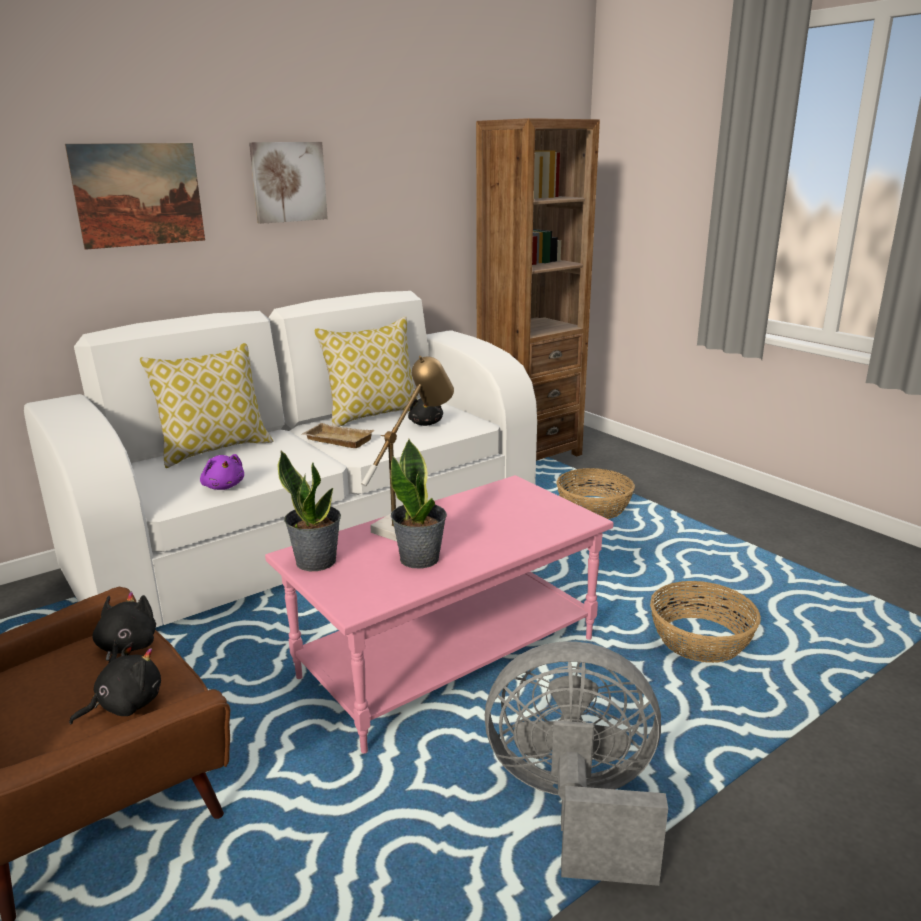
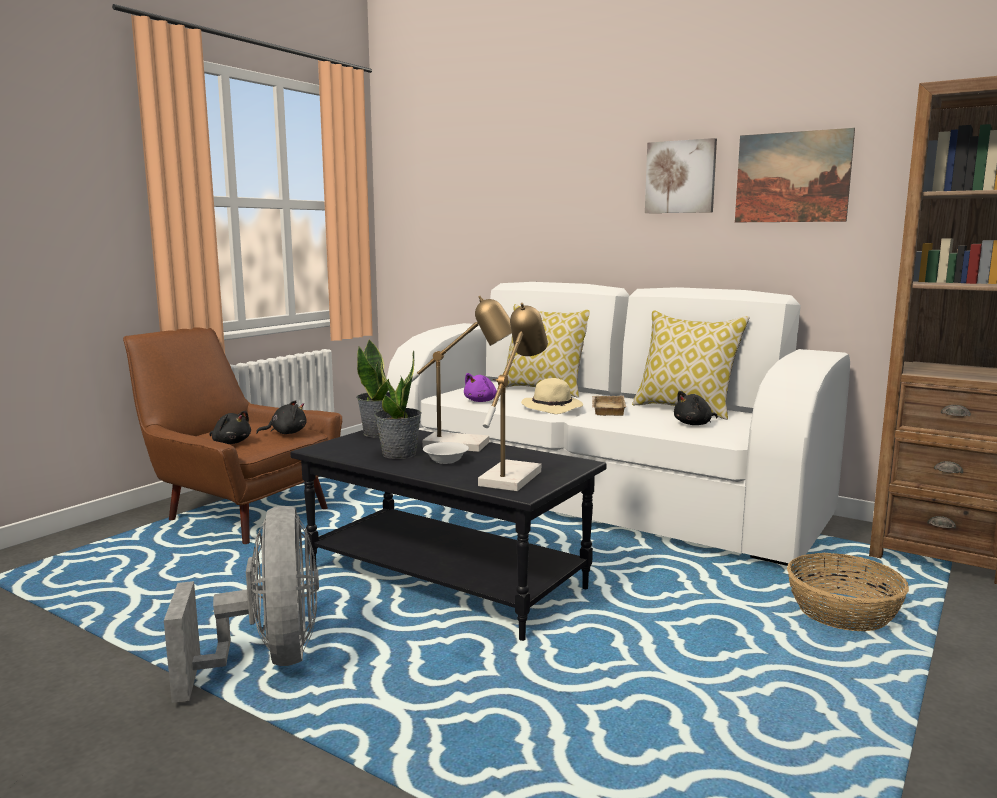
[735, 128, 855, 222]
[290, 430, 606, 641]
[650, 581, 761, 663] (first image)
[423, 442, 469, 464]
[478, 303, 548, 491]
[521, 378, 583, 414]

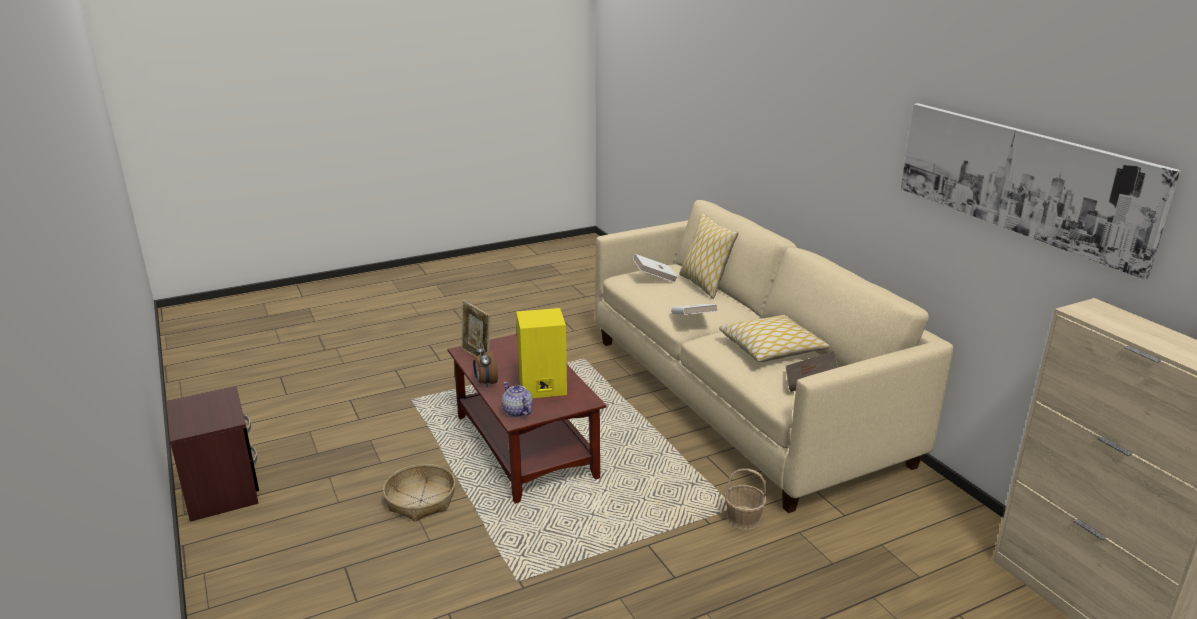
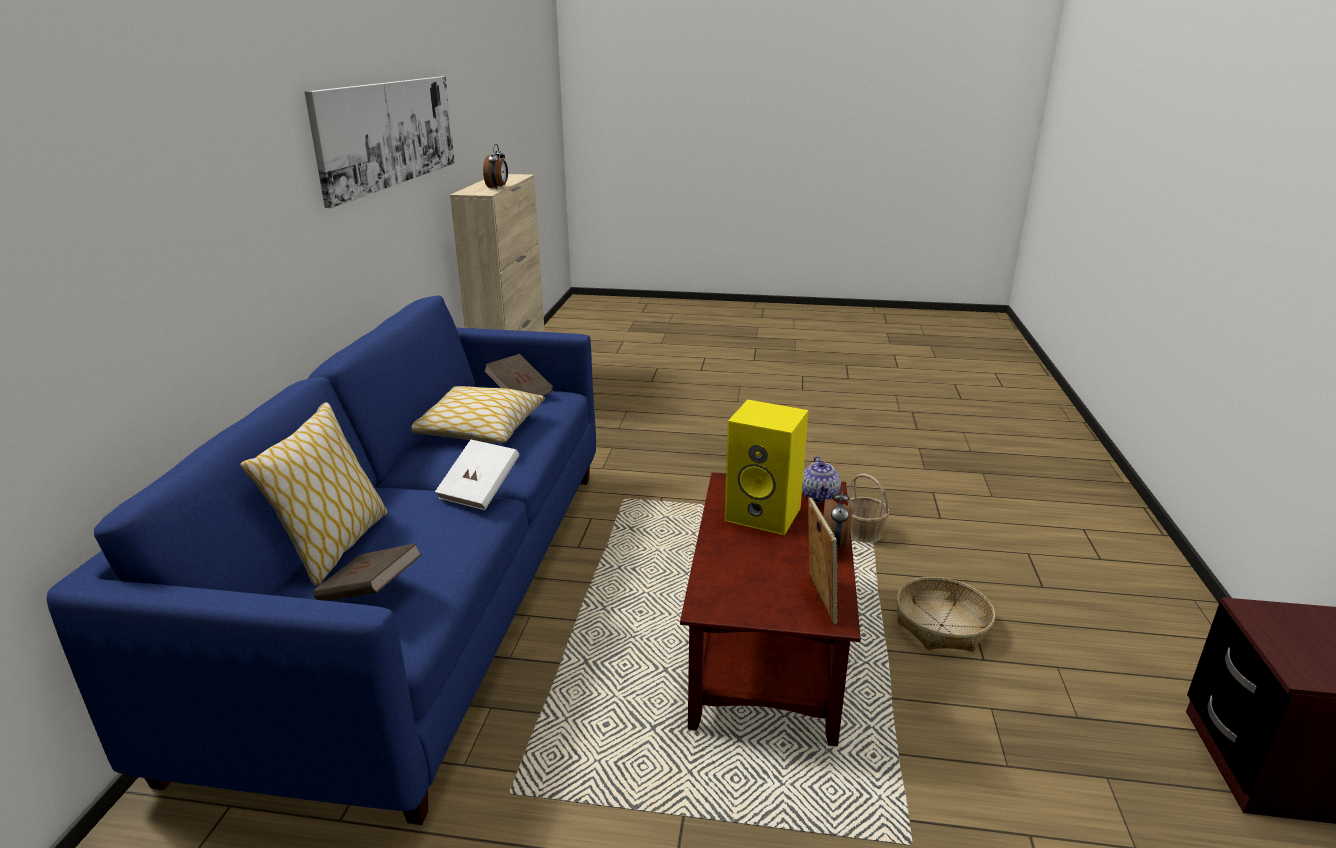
[46, 295, 596, 825]
[313, 543, 422, 601]
[848, 474, 889, 543]
[483, 144, 508, 189]

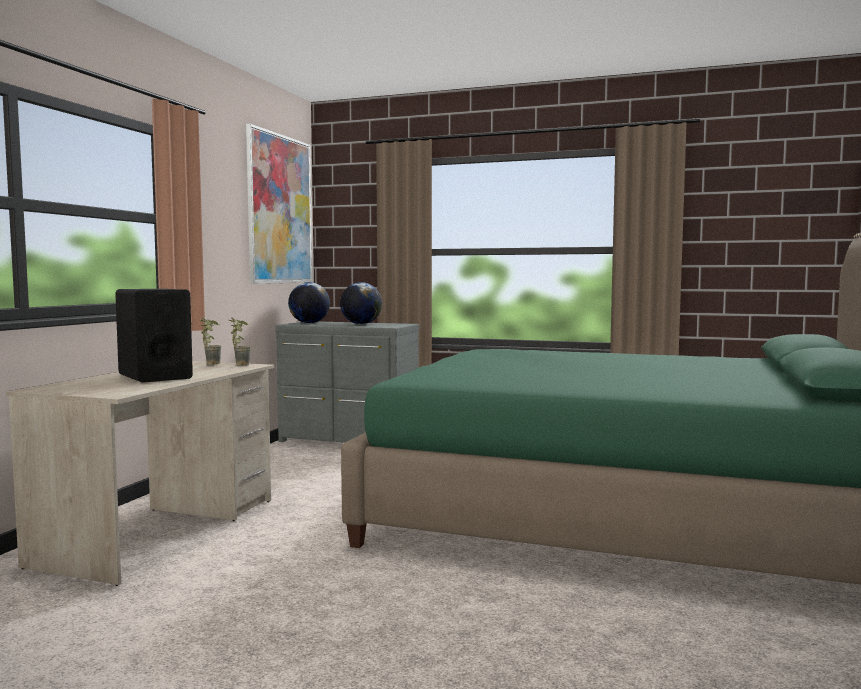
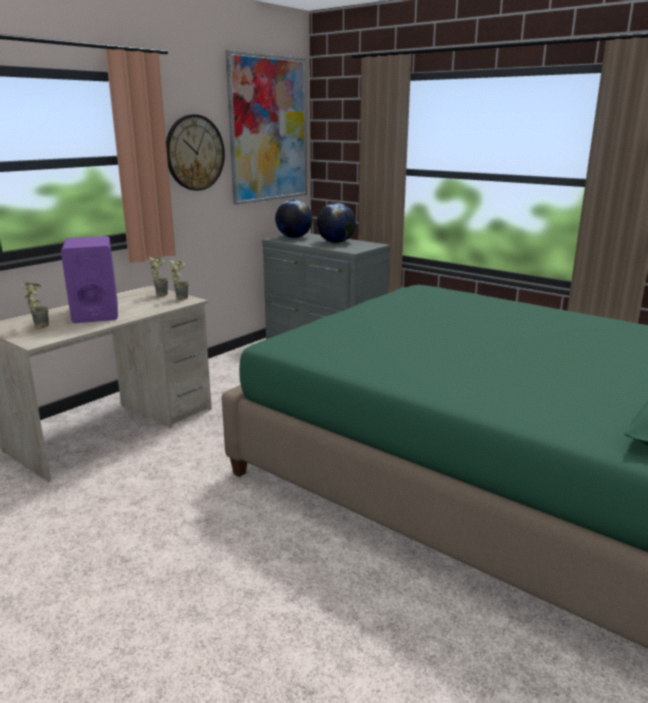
[61, 236, 118, 323]
[20, 282, 49, 328]
[166, 114, 225, 191]

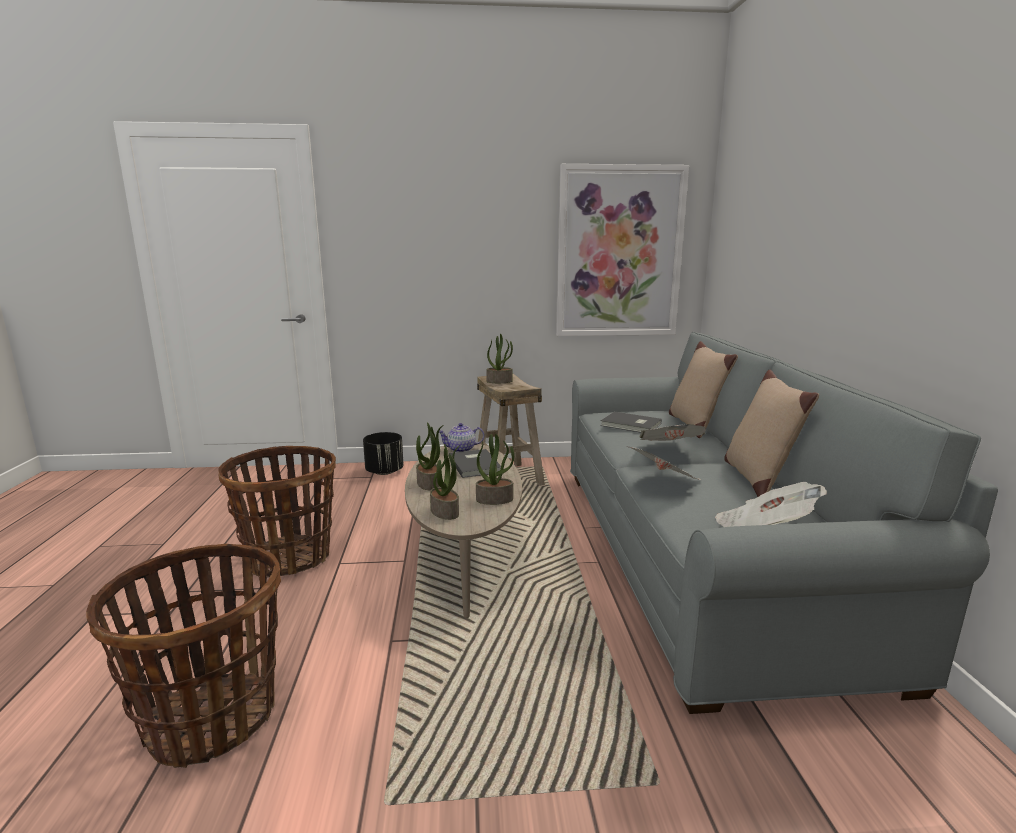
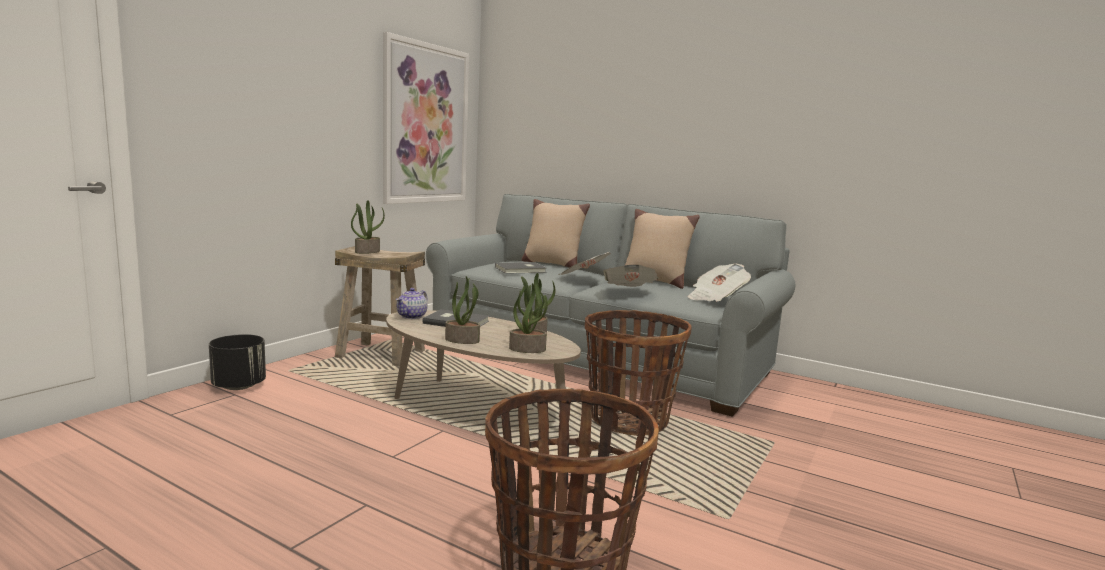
[585, 310, 692, 436]

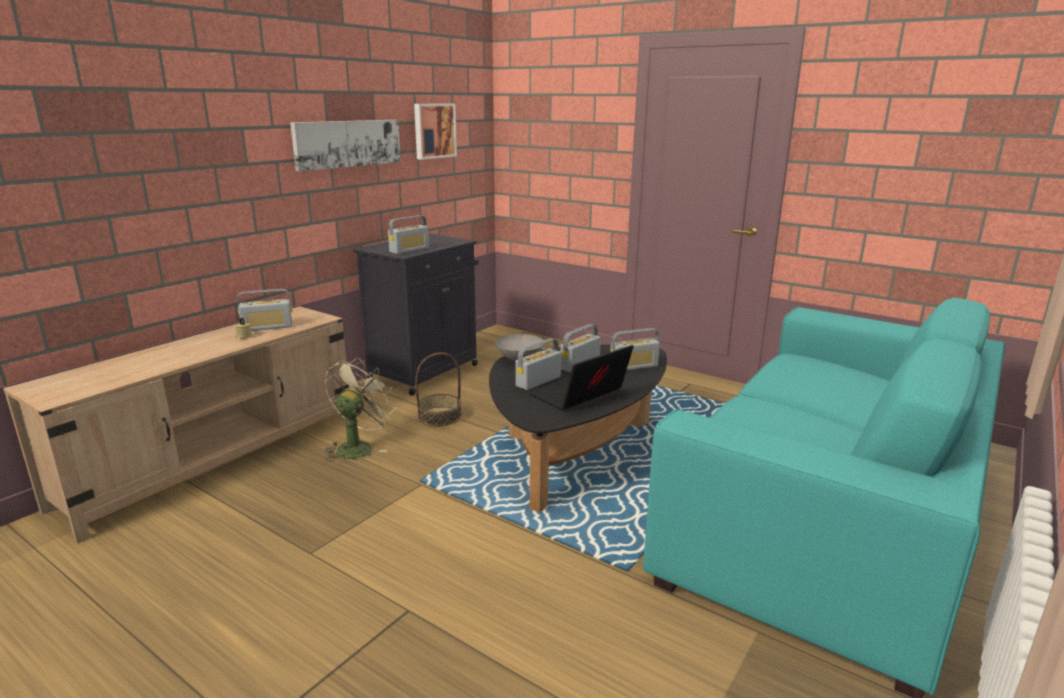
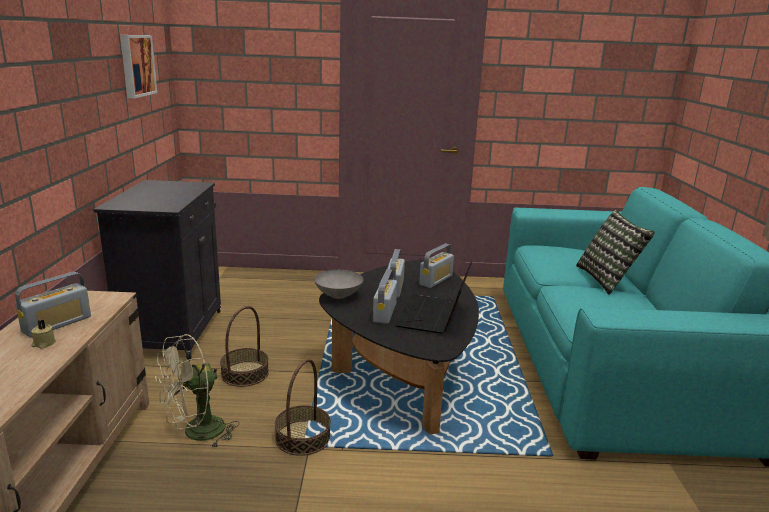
[290, 120, 401, 172] (first image)
[155, 334, 239, 449]
[388, 215, 429, 254] (first image)
[275, 359, 331, 456]
[576, 210, 655, 295]

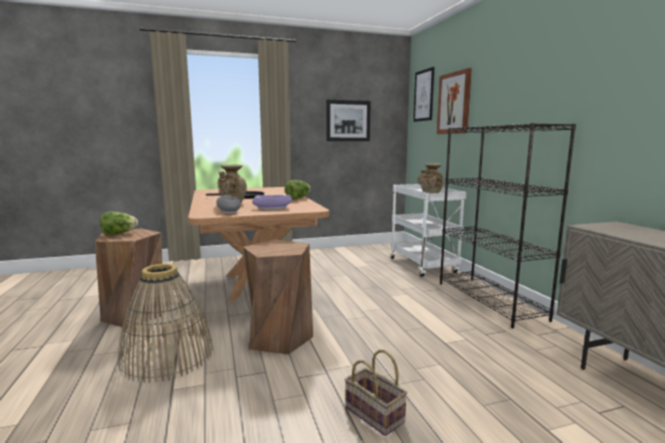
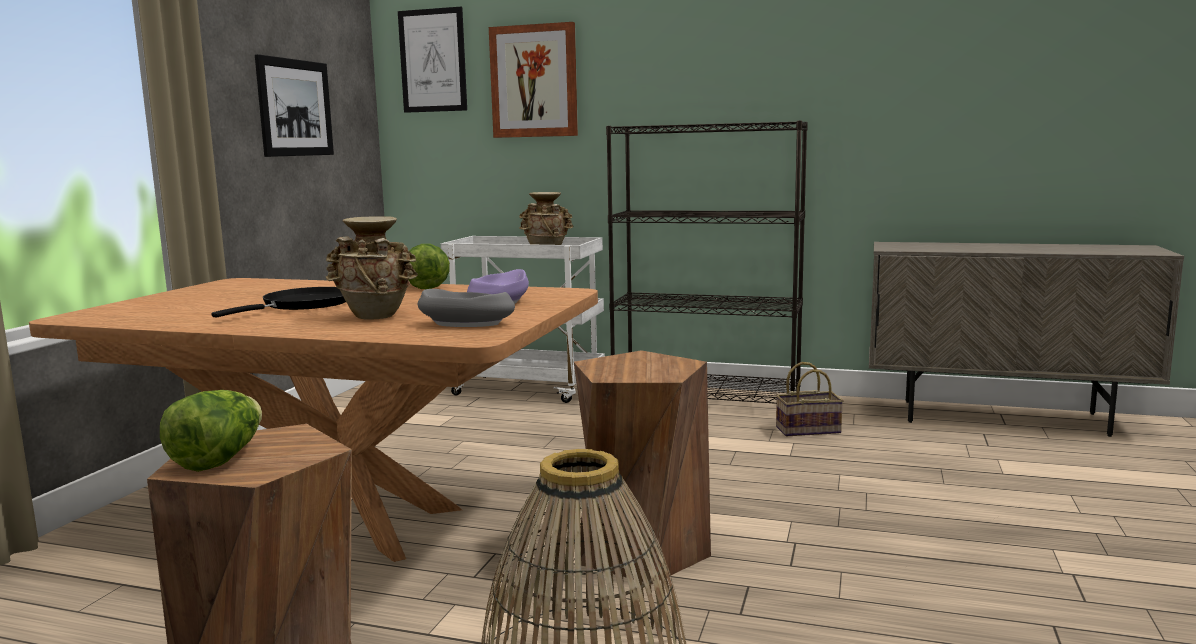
[776, 362, 844, 436]

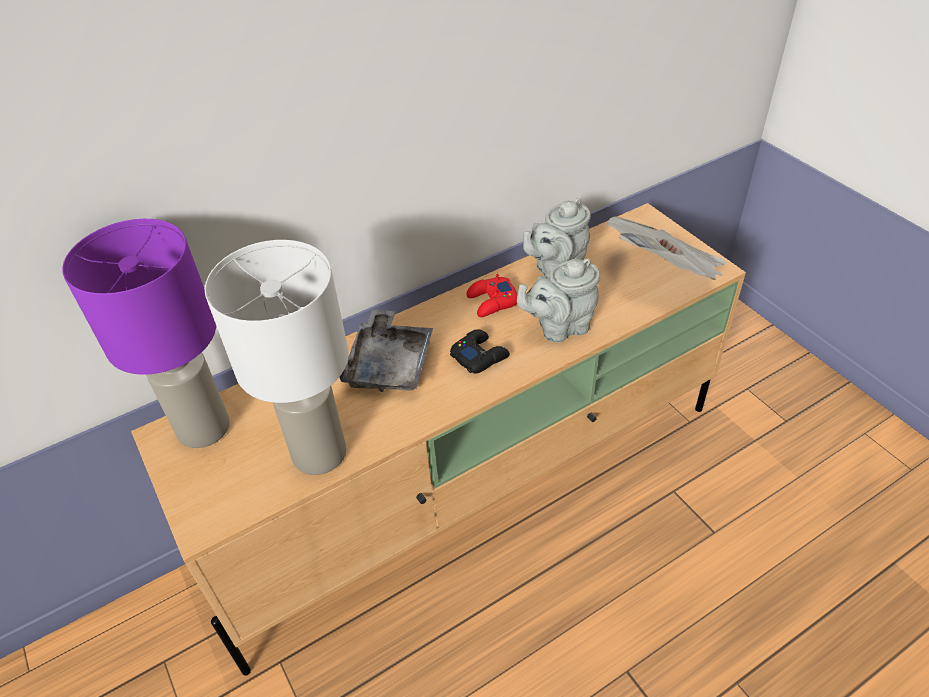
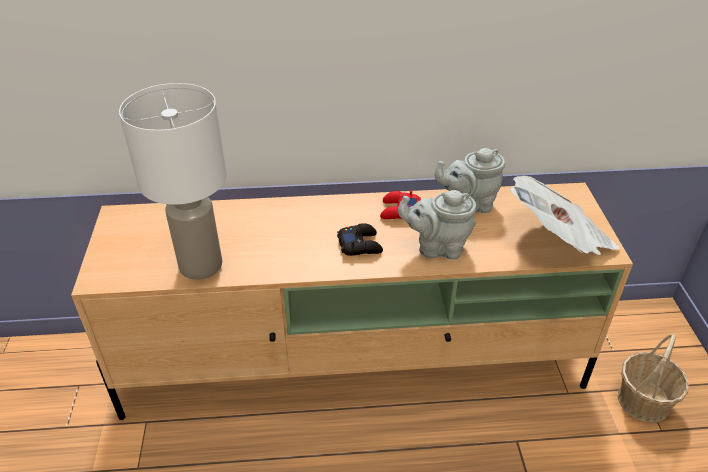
[62, 219, 230, 448] (first image)
[340, 309, 433, 392] (first image)
[618, 334, 689, 423]

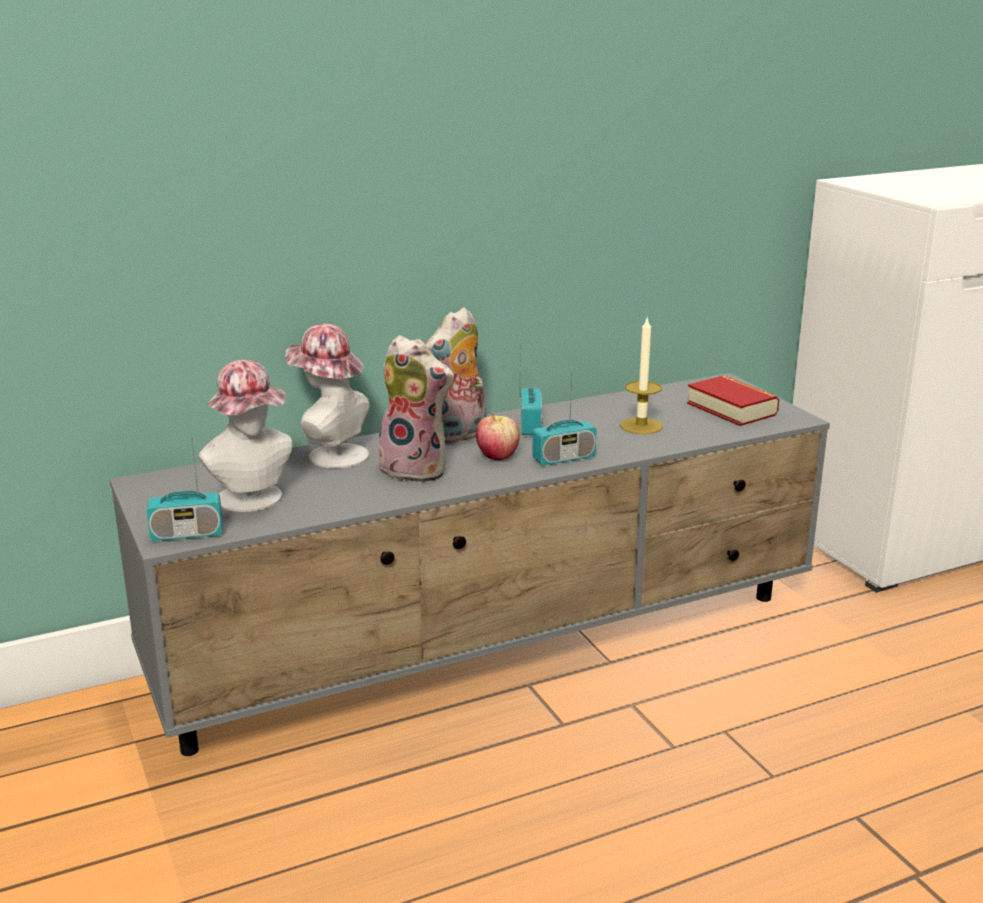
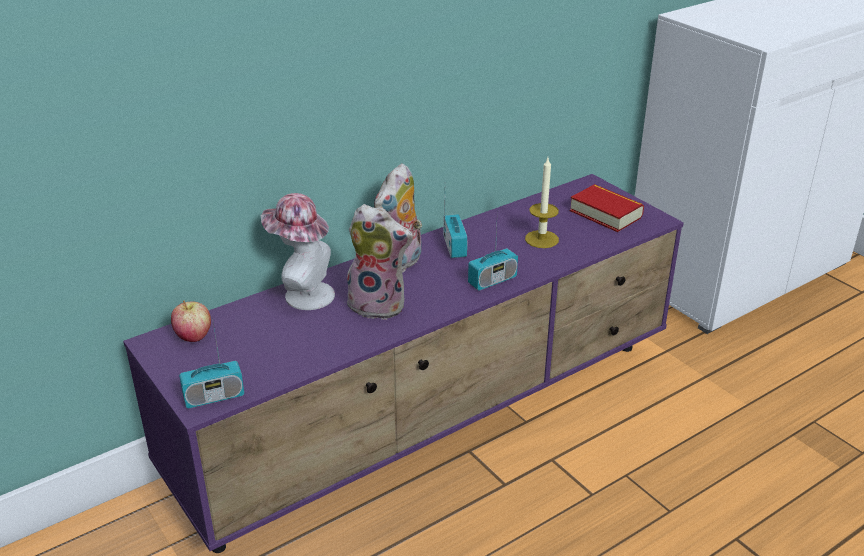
[123, 174, 684, 553]
[198, 360, 292, 512] (first image)
[171, 301, 211, 342]

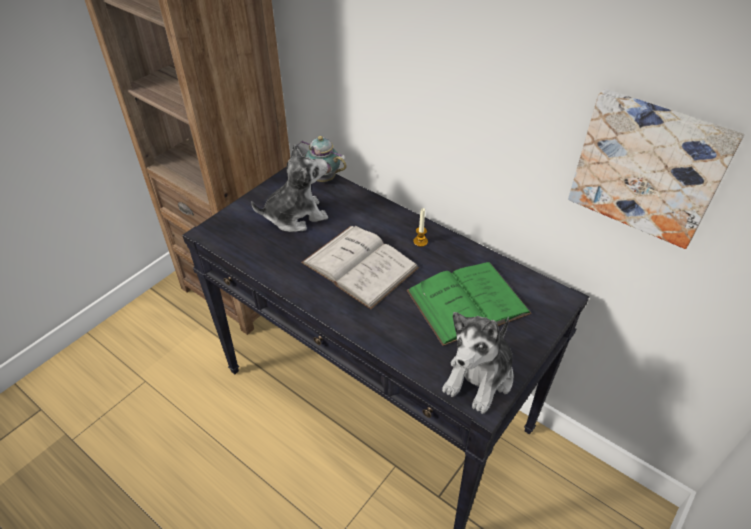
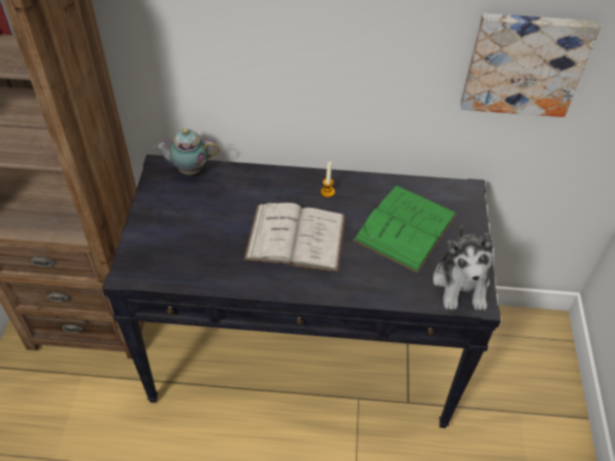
[251, 144, 328, 232] (first image)

